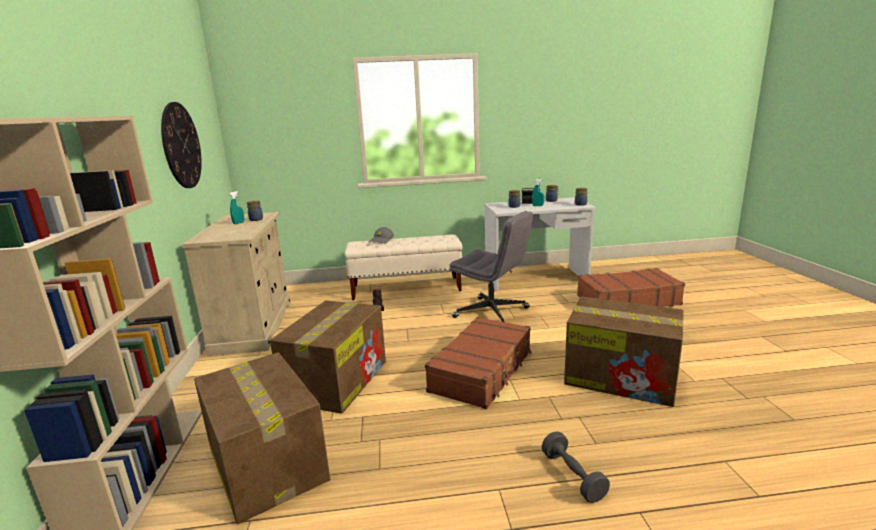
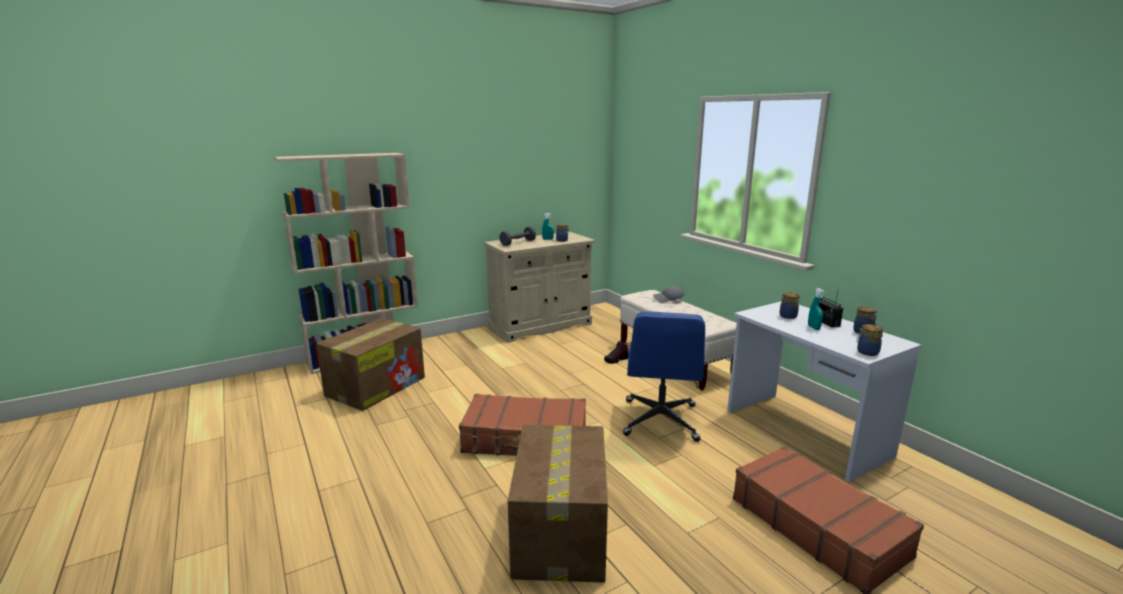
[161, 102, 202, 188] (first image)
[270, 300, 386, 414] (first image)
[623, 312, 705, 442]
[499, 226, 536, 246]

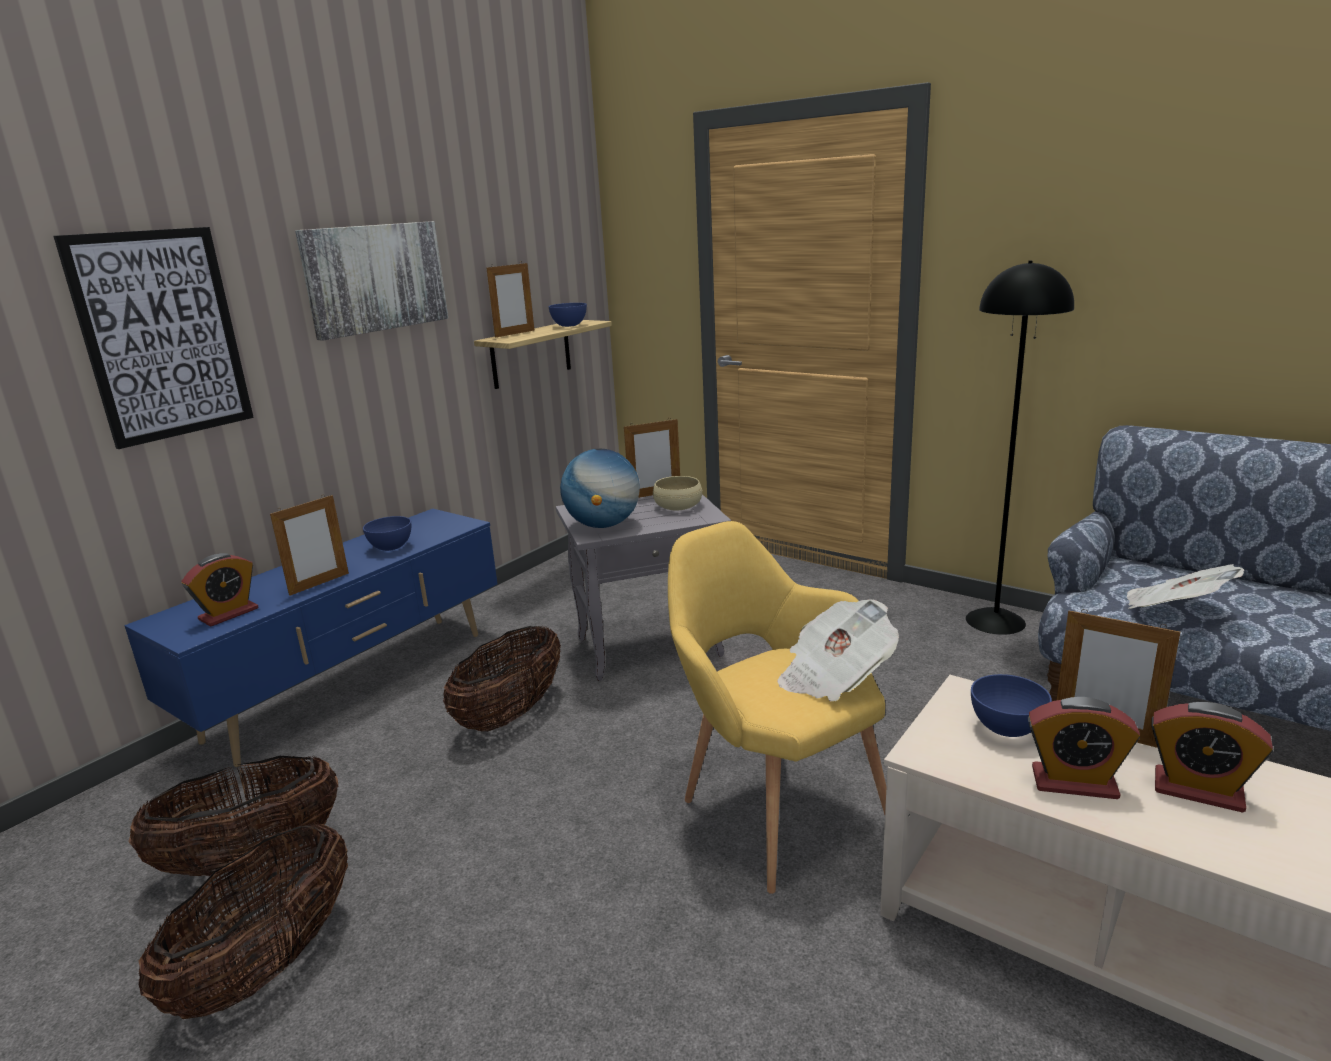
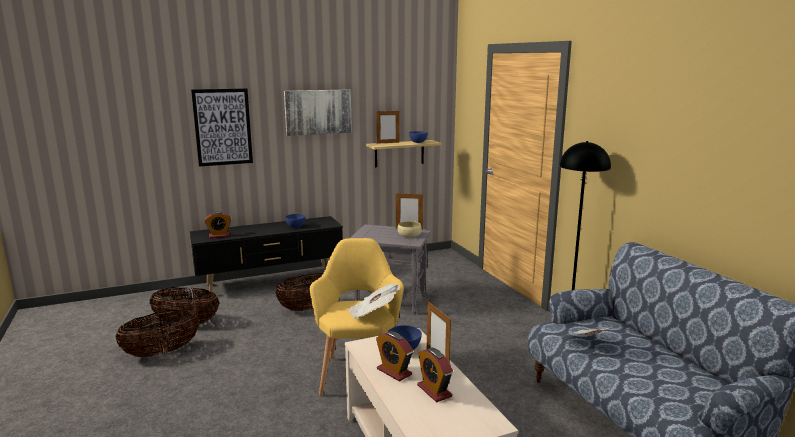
[190, 216, 343, 292]
[270, 495, 349, 596] (first image)
[560, 449, 640, 528] (first image)

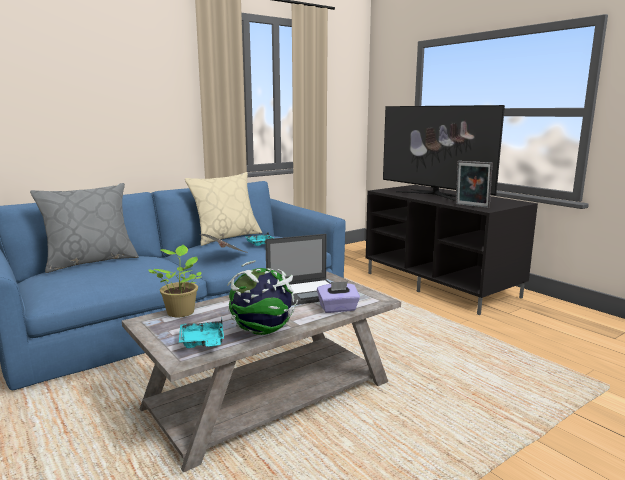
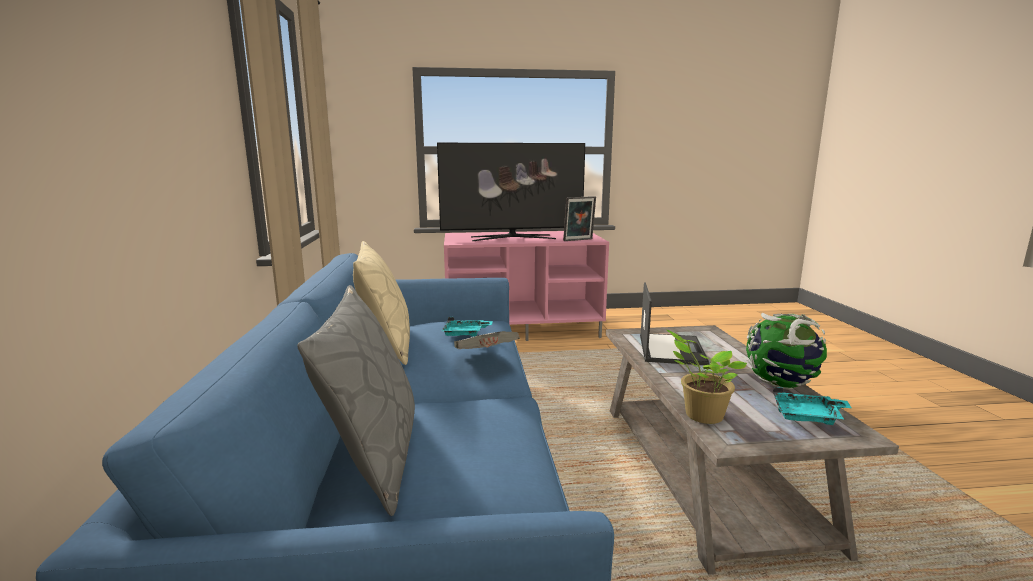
[317, 281, 360, 313] (first image)
[444, 231, 609, 341]

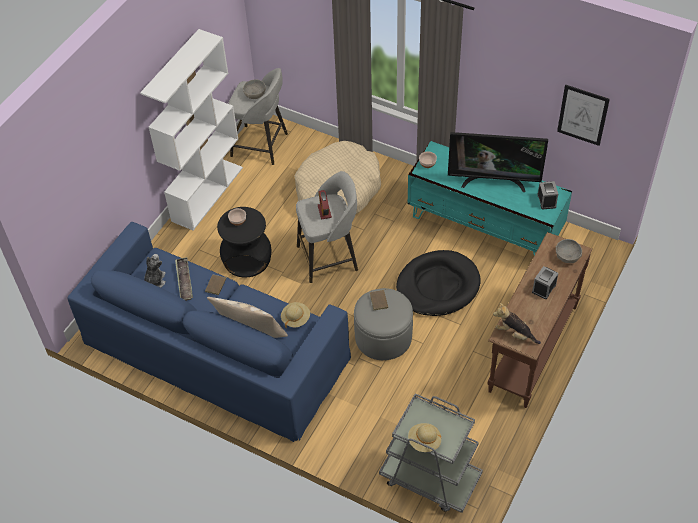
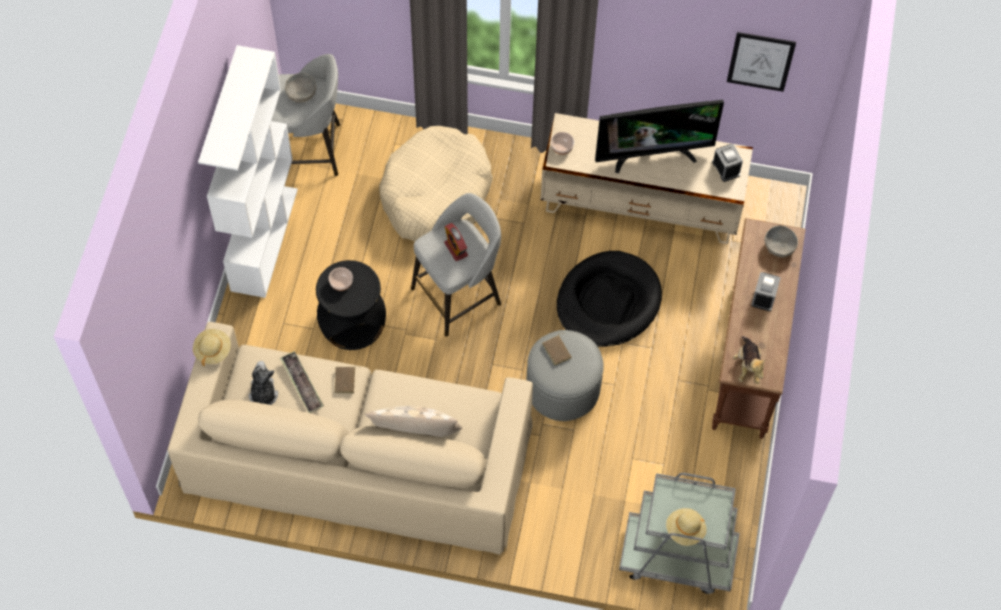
[168, 322, 533, 555]
[193, 329, 231, 366]
[541, 113, 753, 244]
[733, 336, 766, 384]

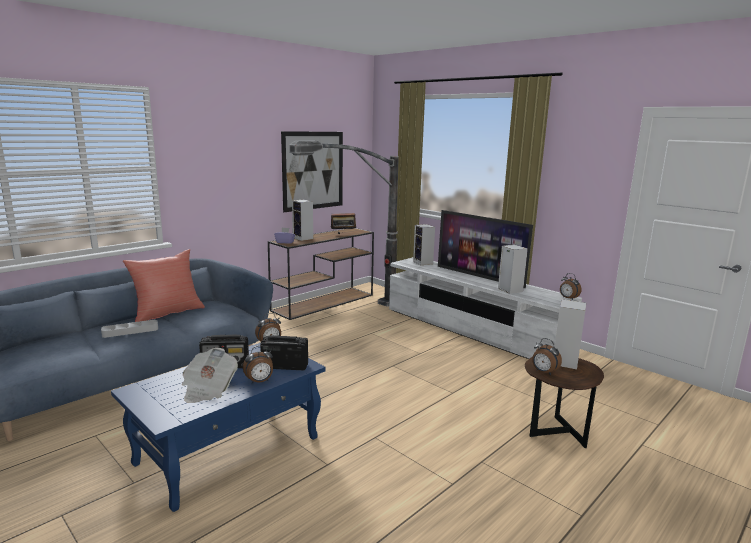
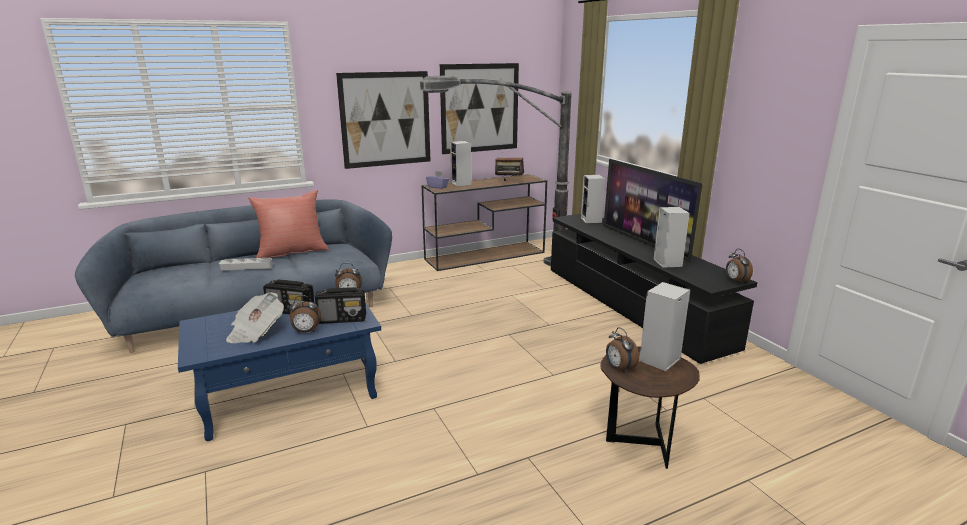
[315, 287, 366, 324]
[551, 214, 757, 364]
[336, 71, 430, 169]

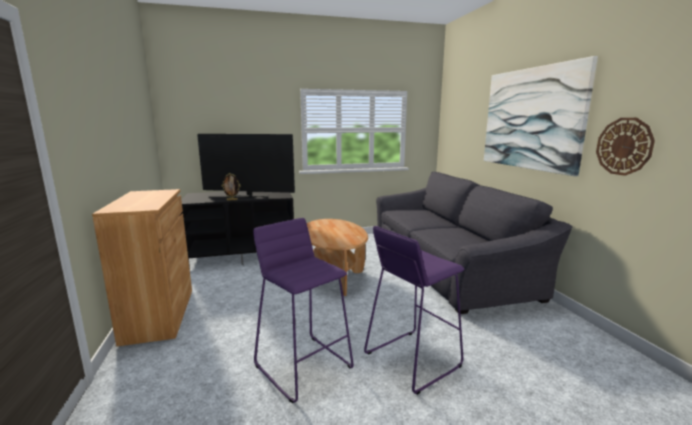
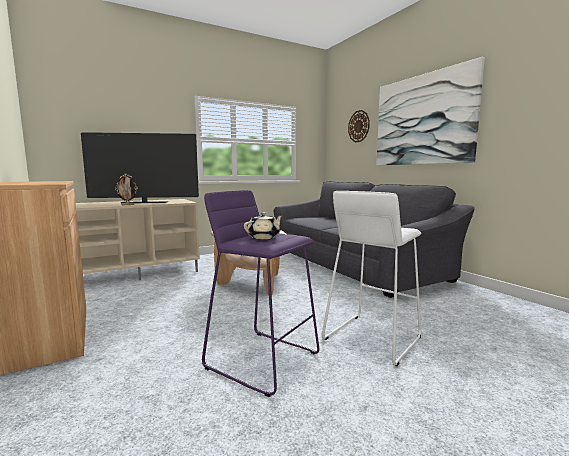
[74, 199, 200, 280]
[322, 191, 421, 366]
[348, 110, 370, 142]
[244, 212, 283, 239]

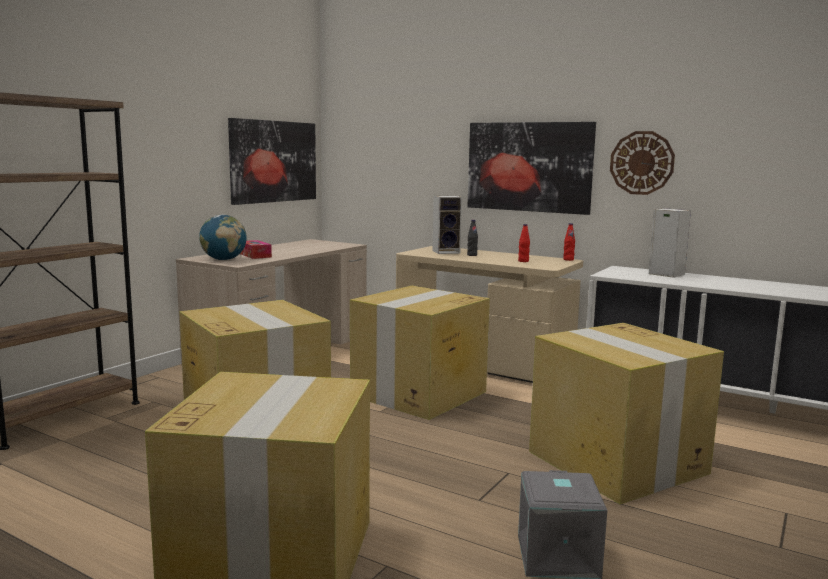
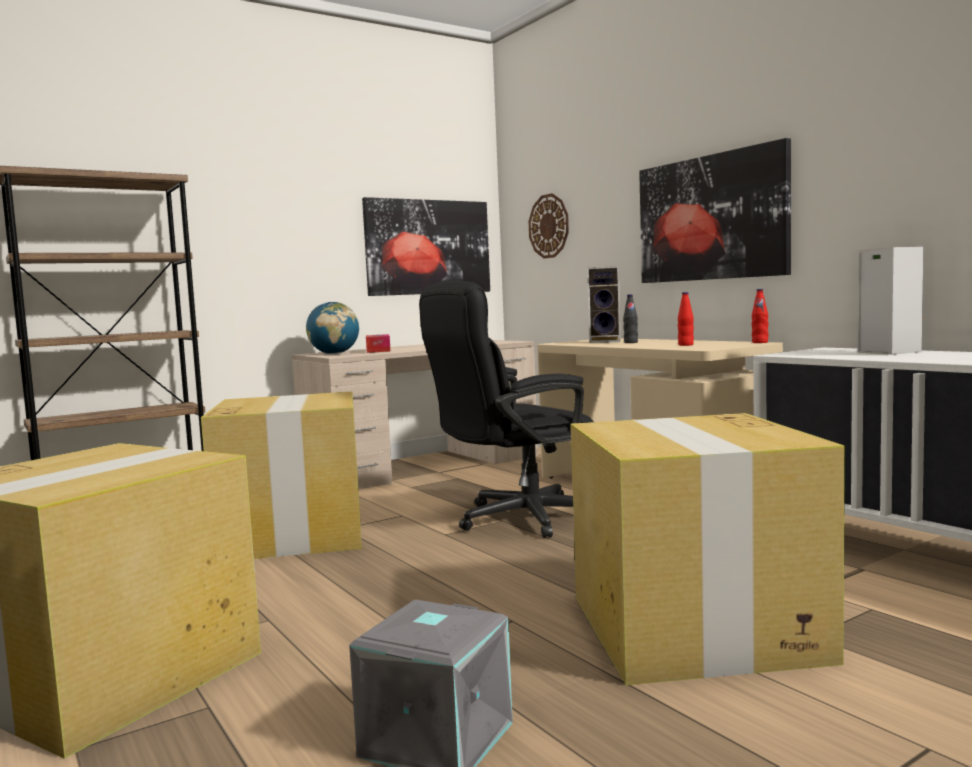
[419, 280, 594, 538]
[529, 193, 569, 258]

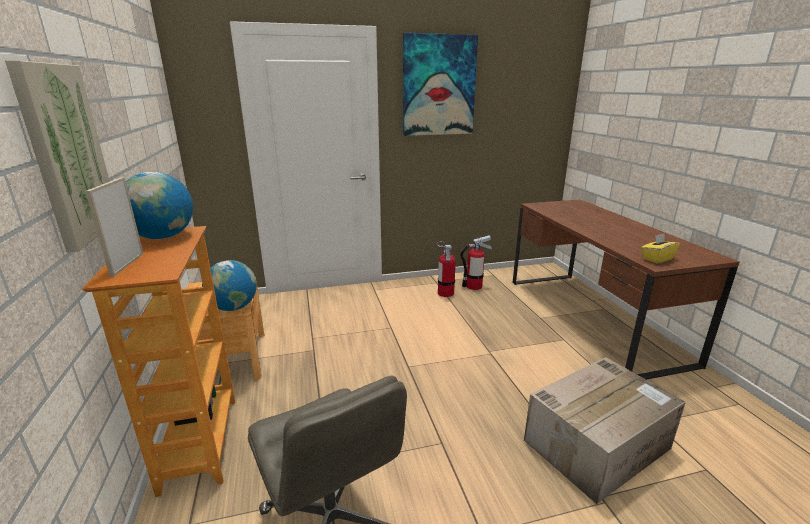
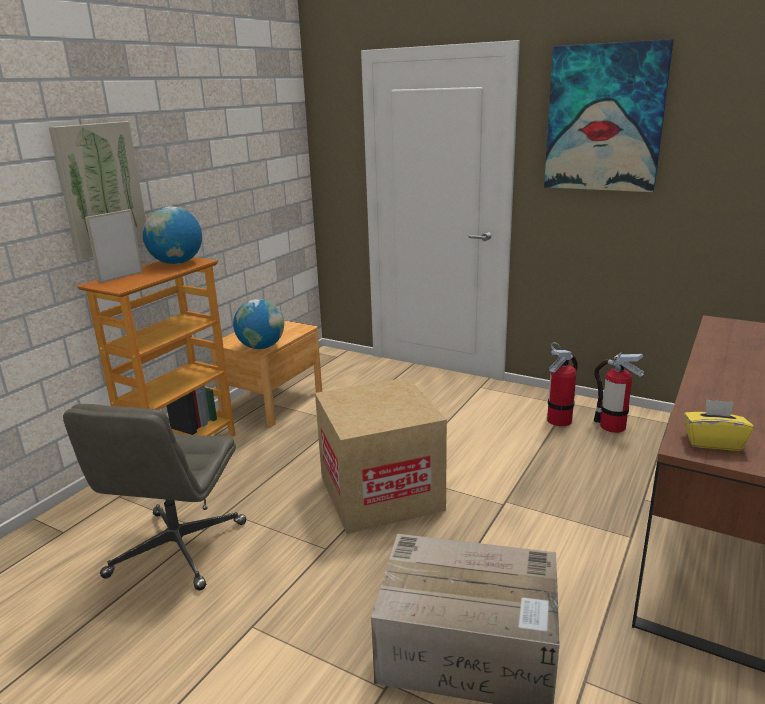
[315, 377, 447, 534]

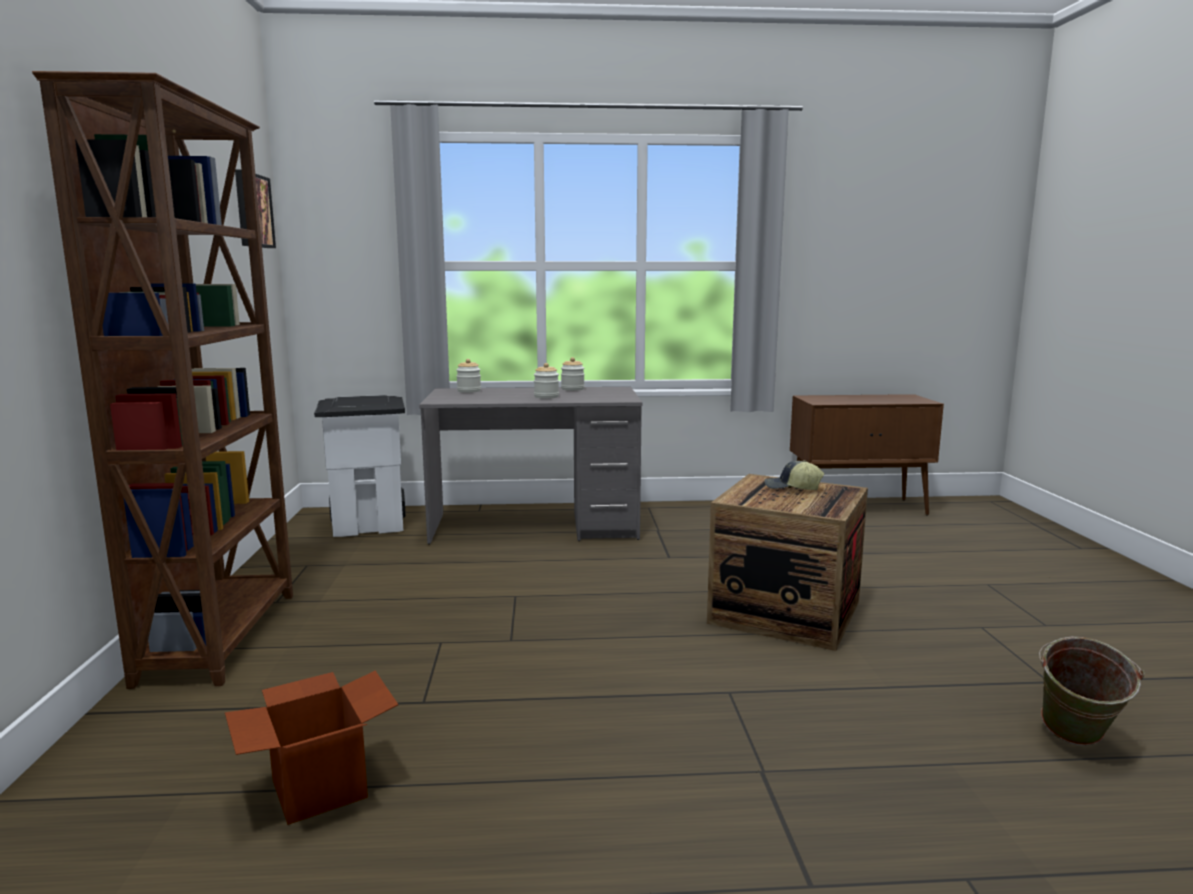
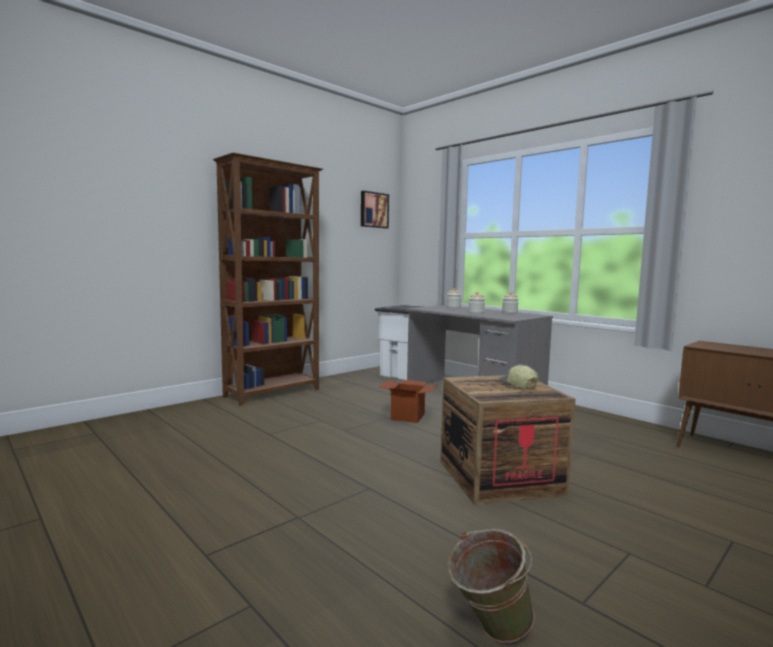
[379, 380, 438, 423]

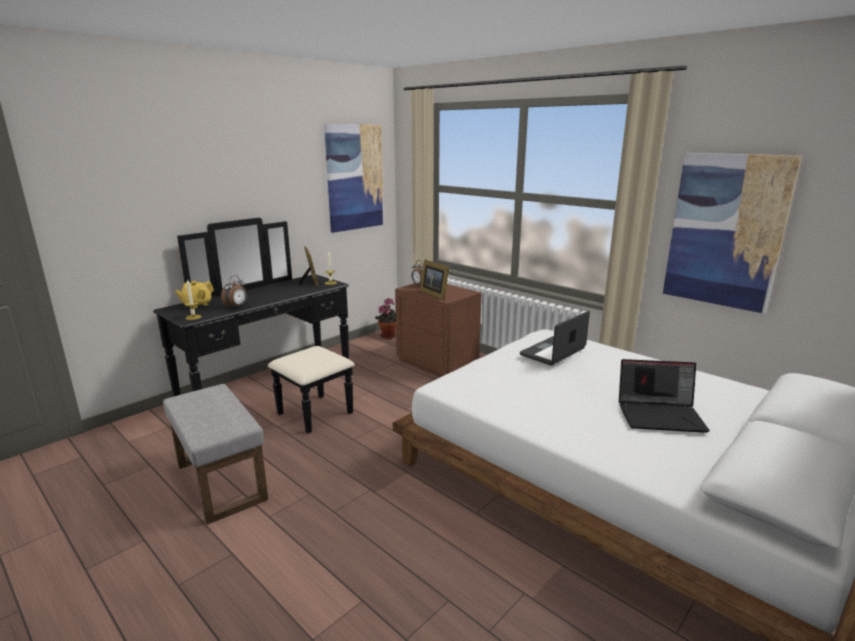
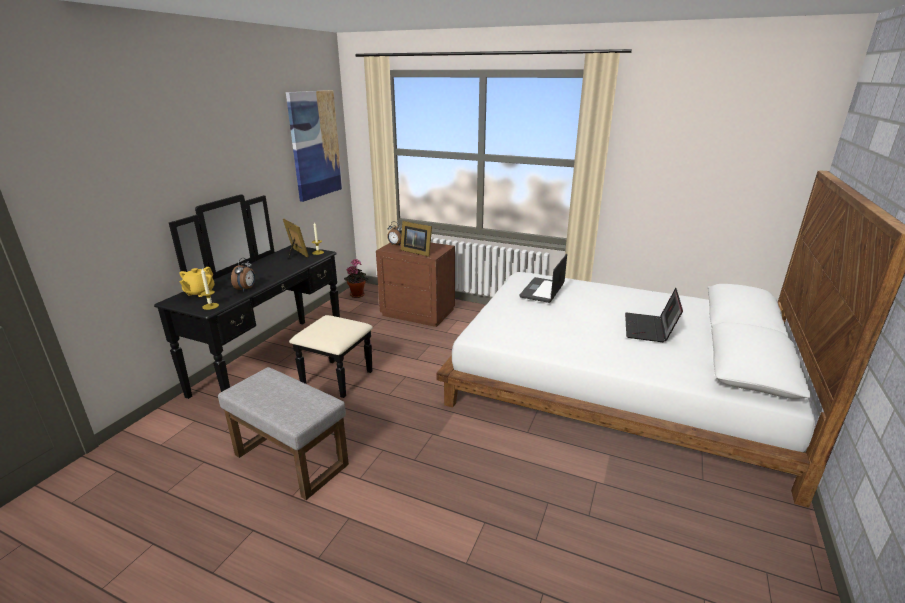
[625, 288, 683, 342]
[663, 153, 802, 314] (first image)

